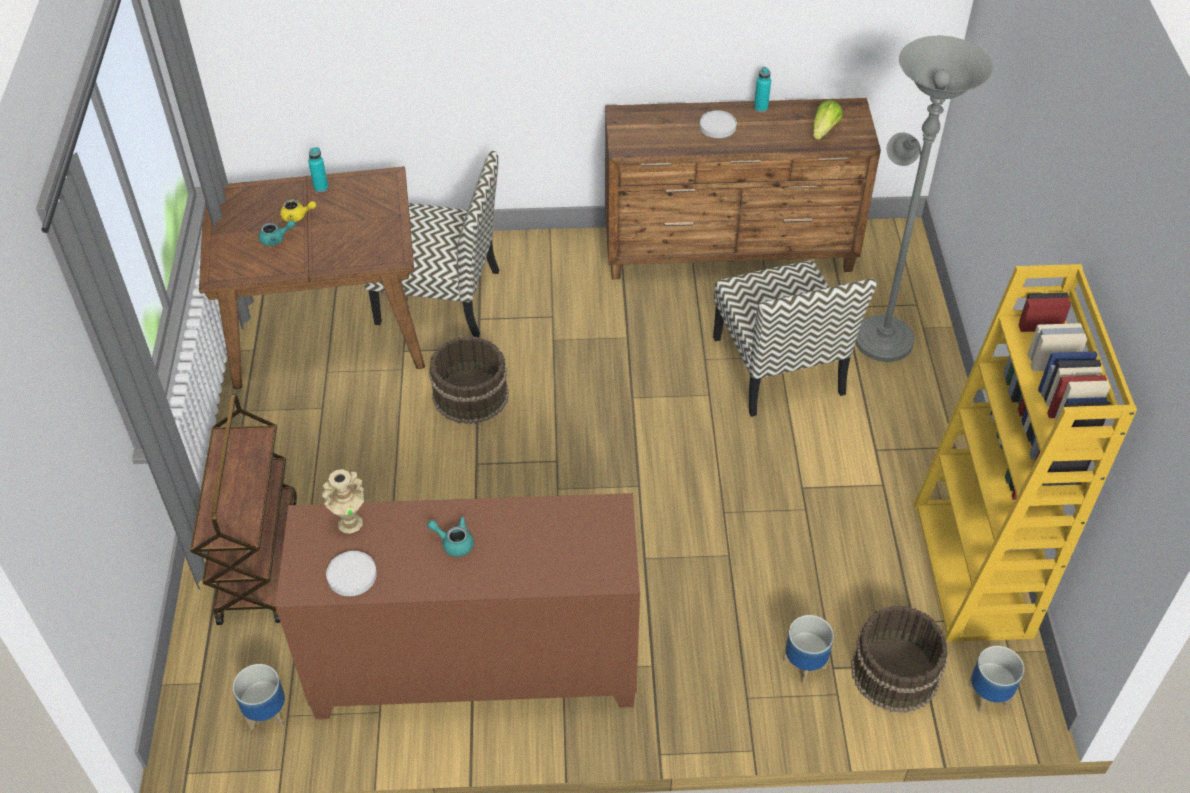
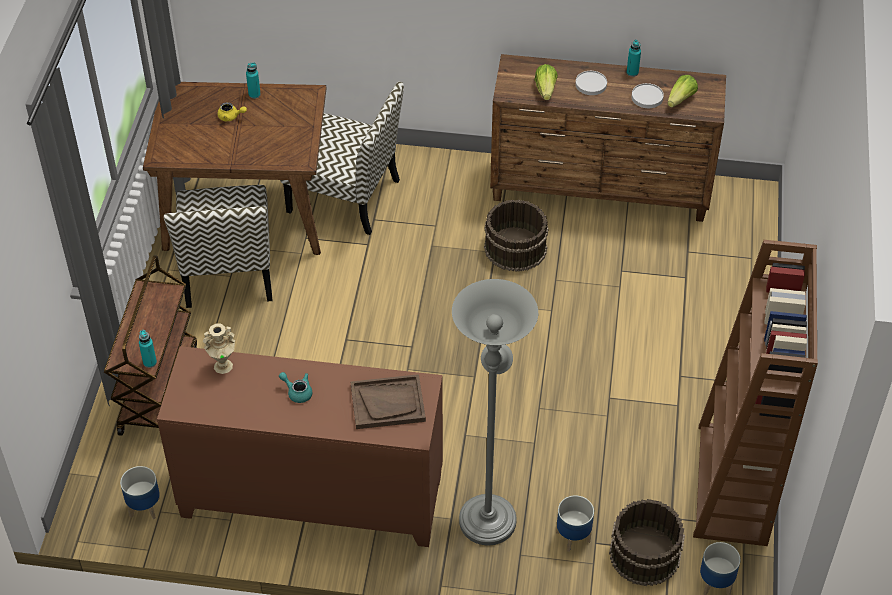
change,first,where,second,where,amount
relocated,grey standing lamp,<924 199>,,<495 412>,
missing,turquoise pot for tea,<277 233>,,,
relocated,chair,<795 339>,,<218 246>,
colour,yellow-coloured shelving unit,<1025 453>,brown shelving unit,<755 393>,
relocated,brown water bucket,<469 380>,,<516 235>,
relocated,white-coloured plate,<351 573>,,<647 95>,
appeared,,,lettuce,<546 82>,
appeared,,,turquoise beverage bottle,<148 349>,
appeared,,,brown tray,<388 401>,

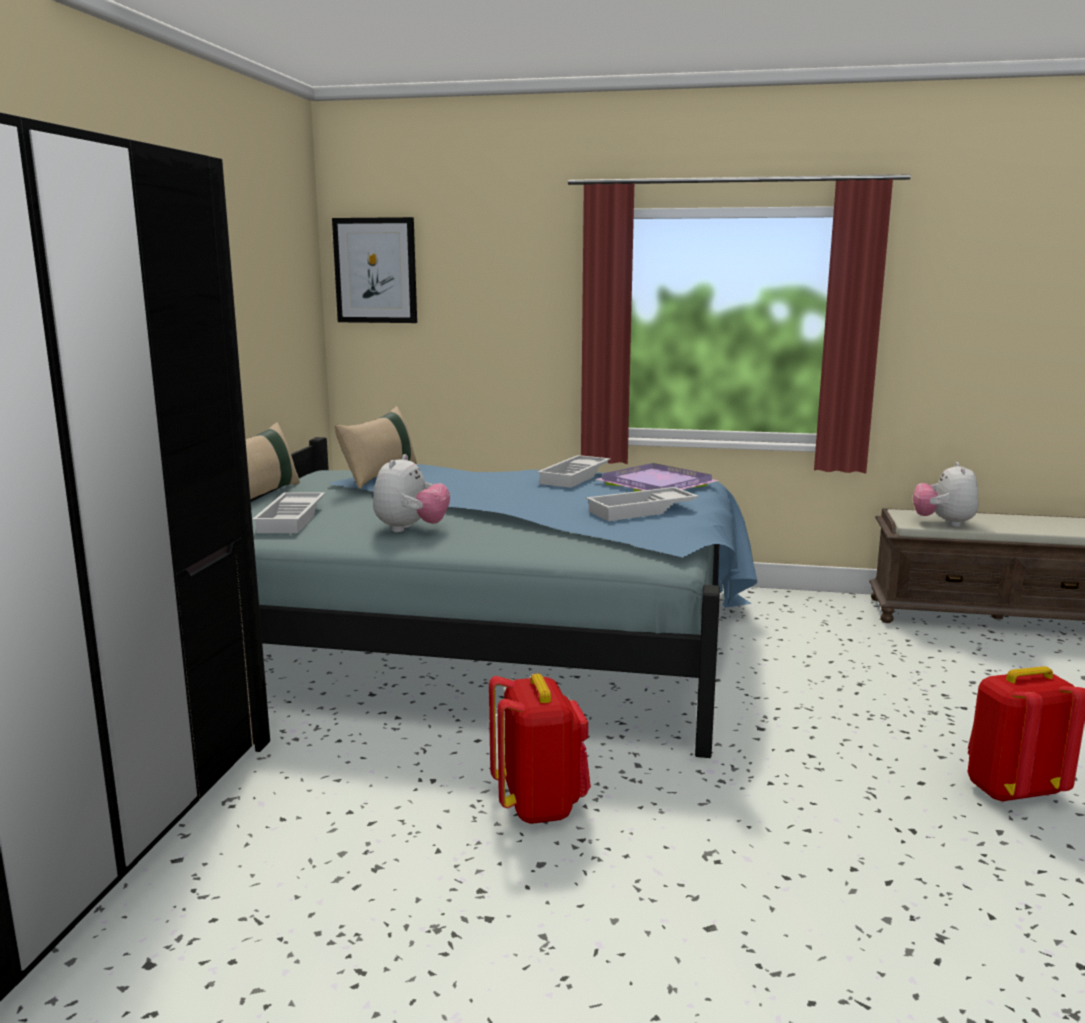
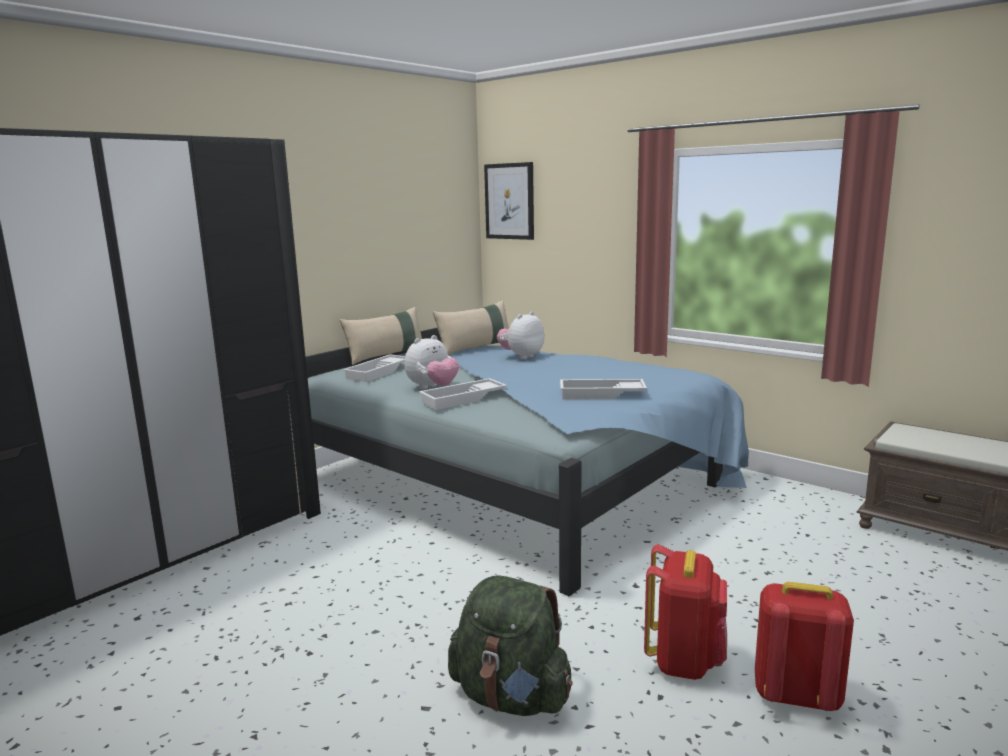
change,first,where,second,where,amount
relocated,white-coloured tray,<574 471>,,<463 394>,
relocated,cuddly toy,<946 494>,,<520 335>,
missing,purplish tray,<657 477>,,,
relocated,red rucksack,<540 749>,,<685 612>,
appeared,,,green-coloured rucksack,<510 645>,

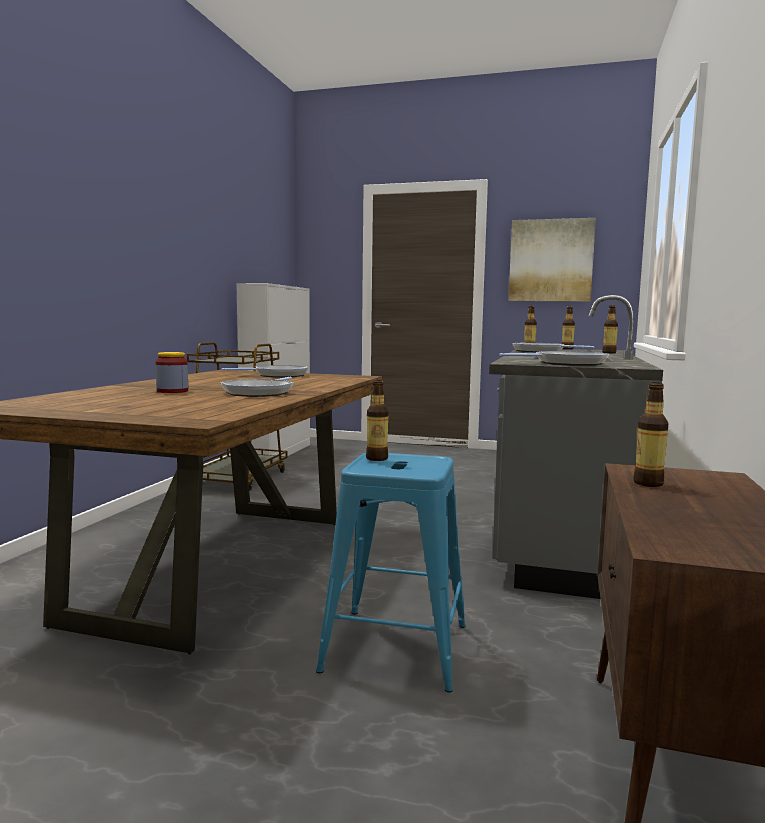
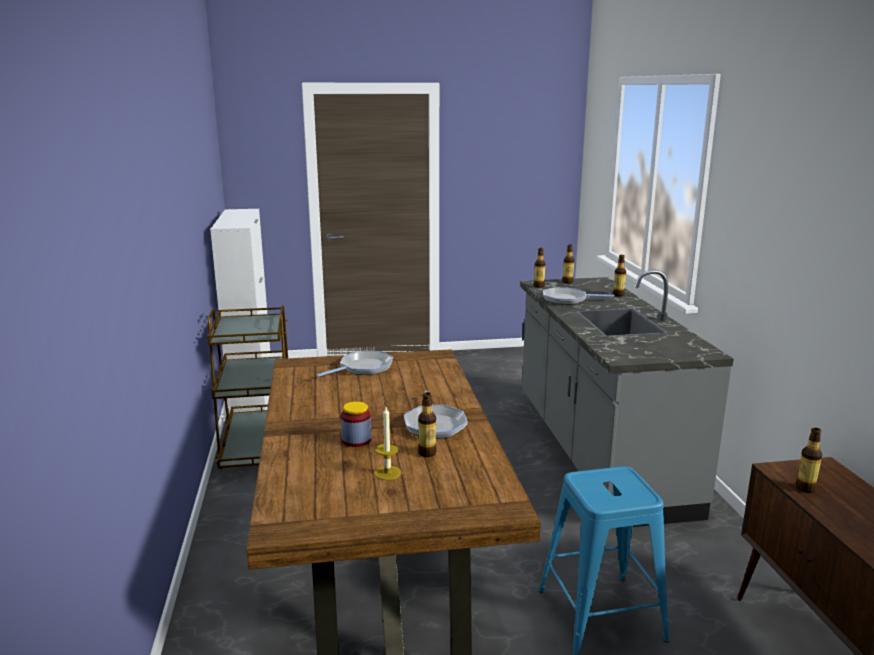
change,first,where,second,where,amount
missing,wall art,<552 259>,,,
missing,pan,<554 358>,,,
relocated,beverage bottle,<377 420>,,<427 424>,
appeared,,,wax candle,<387 443>,

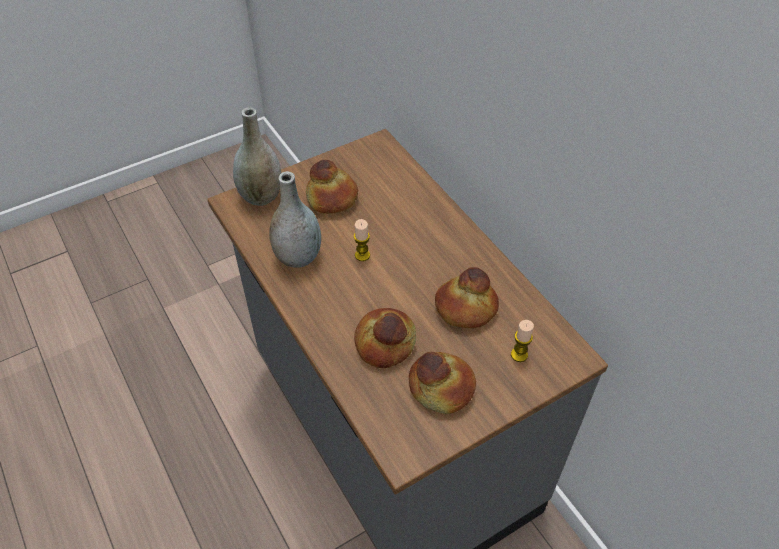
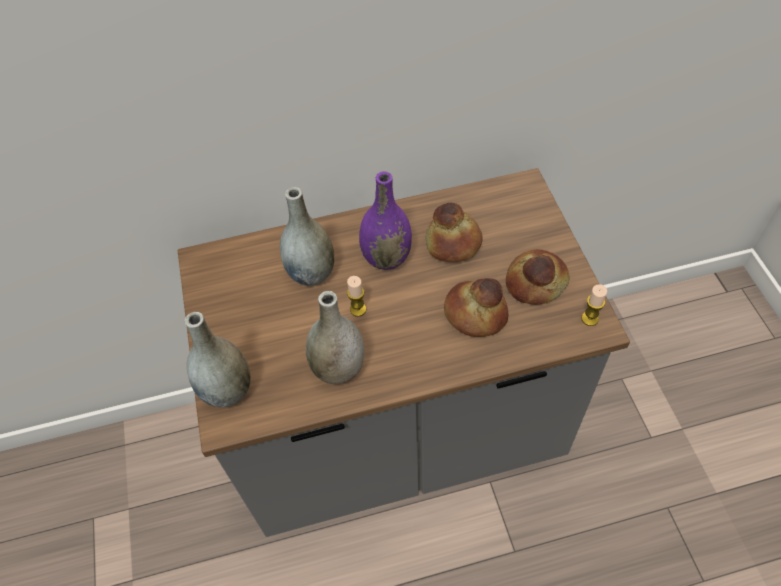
change,first,where,second,where,amount
missing,bread,<332 187>,,,
relocated,wax candle,<522 341>,,<594 305>,
appeared,,,purplish flower vase,<385 220>,
appeared,,,grey flower vase,<307 236>,

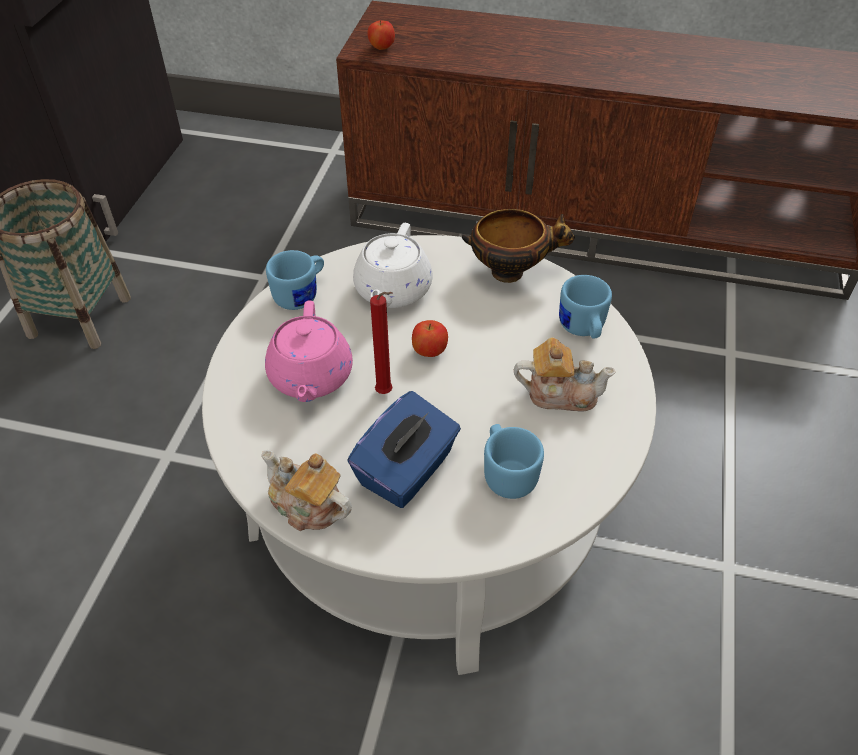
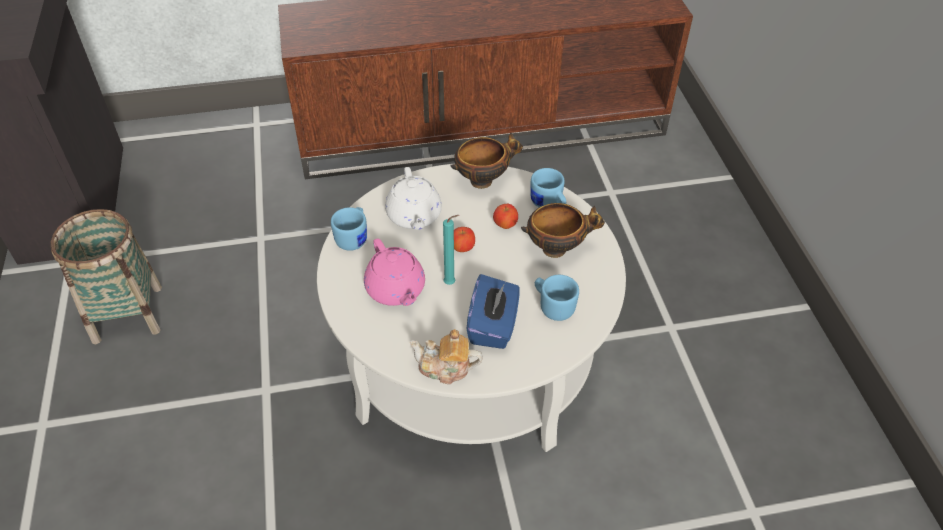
change,first,where,second,where,amount
relocated,apple fruit,<381 35>,,<505 216>,
colour,red wax candle,<381 343>,turquoise wax candle,<451 250>,
exchanged,pot for tea,<565 374>,deep dish,<563 230>,

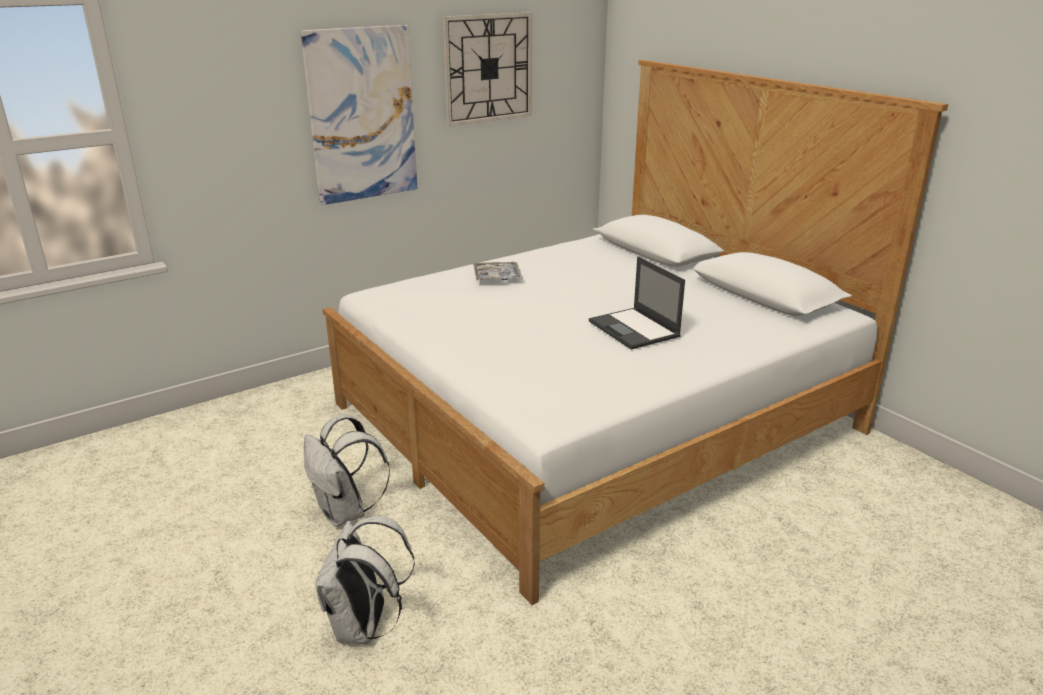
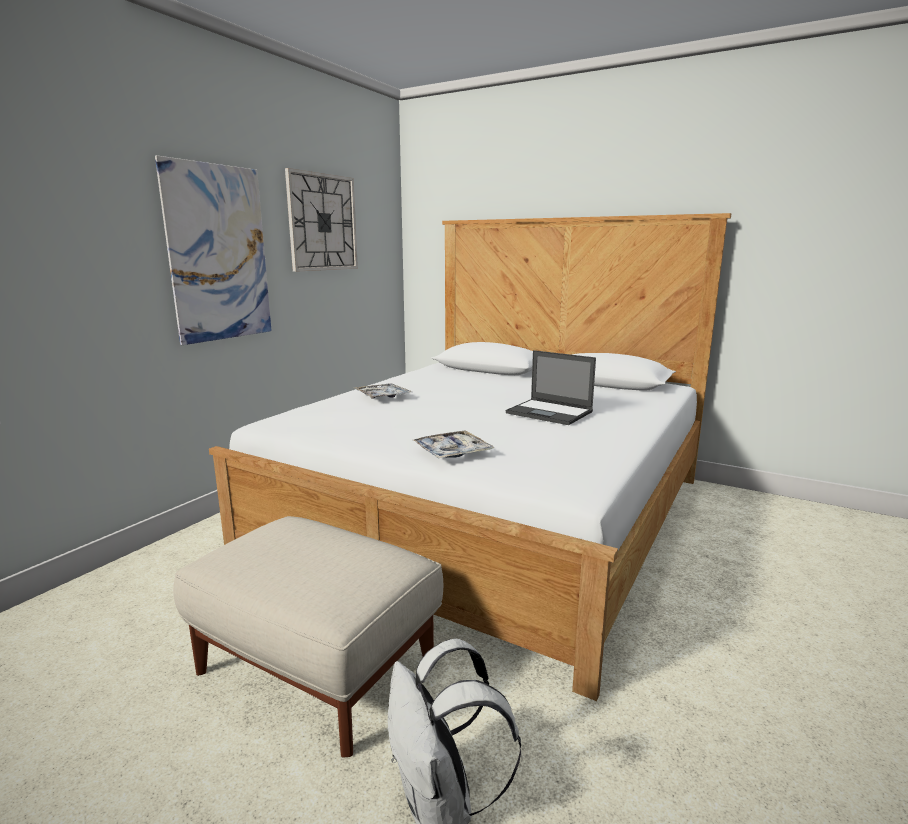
change,first,where,second,where,amount
exchanged,white-coloured rucksack,<347 470>,beige-coloured ottoman,<308 637>,
appeared,,,tray,<454 444>,

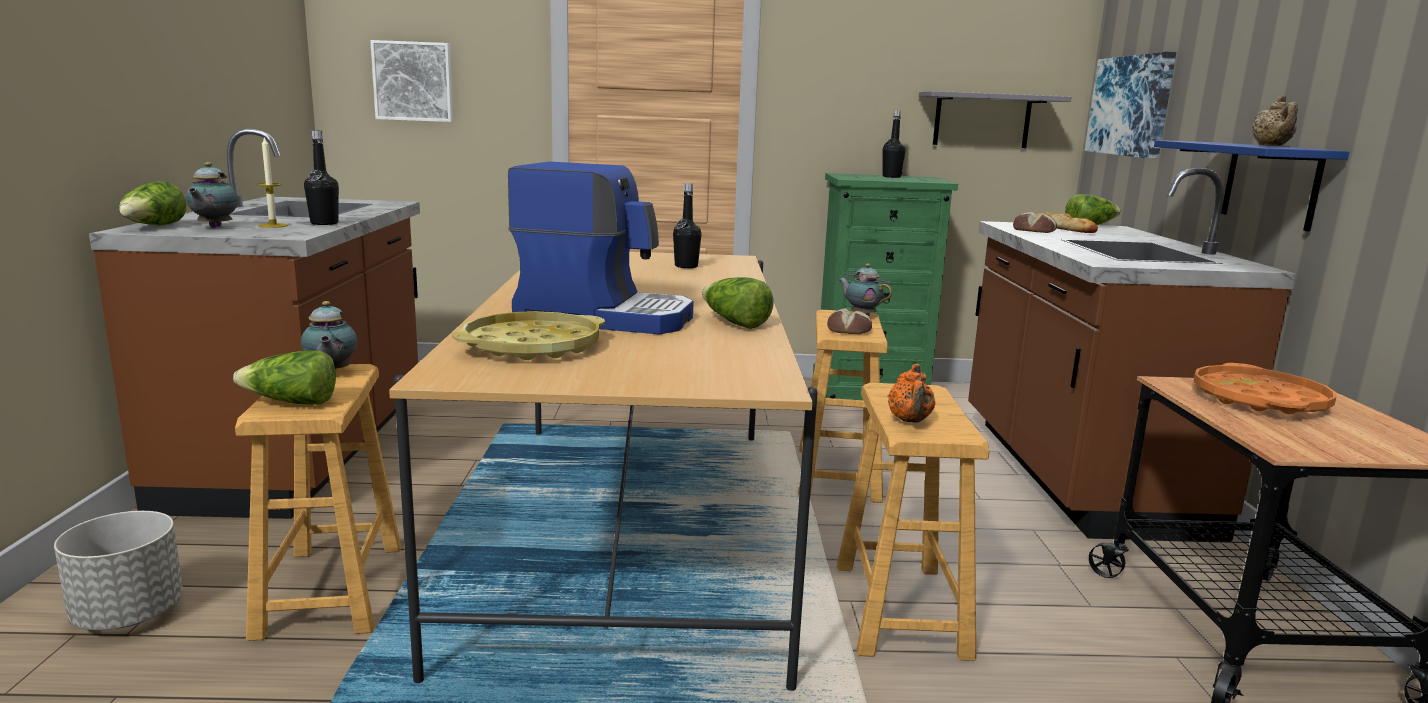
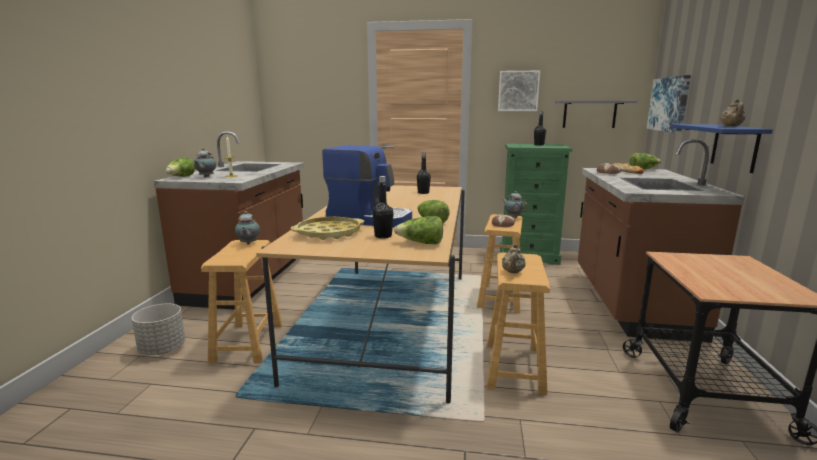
change,first,where,second,where,amount
relocated,wall art,<411 81>,,<519 91>,
relocated,black-coloured beverage bottle,<321 177>,,<383 207>,
relocated,lettuce,<284 378>,,<418 230>,
missing,orangey tray,<1265 388>,,,
colour,orangey pot for tea,<912 393>,beige-coloured pot for tea,<514 259>,

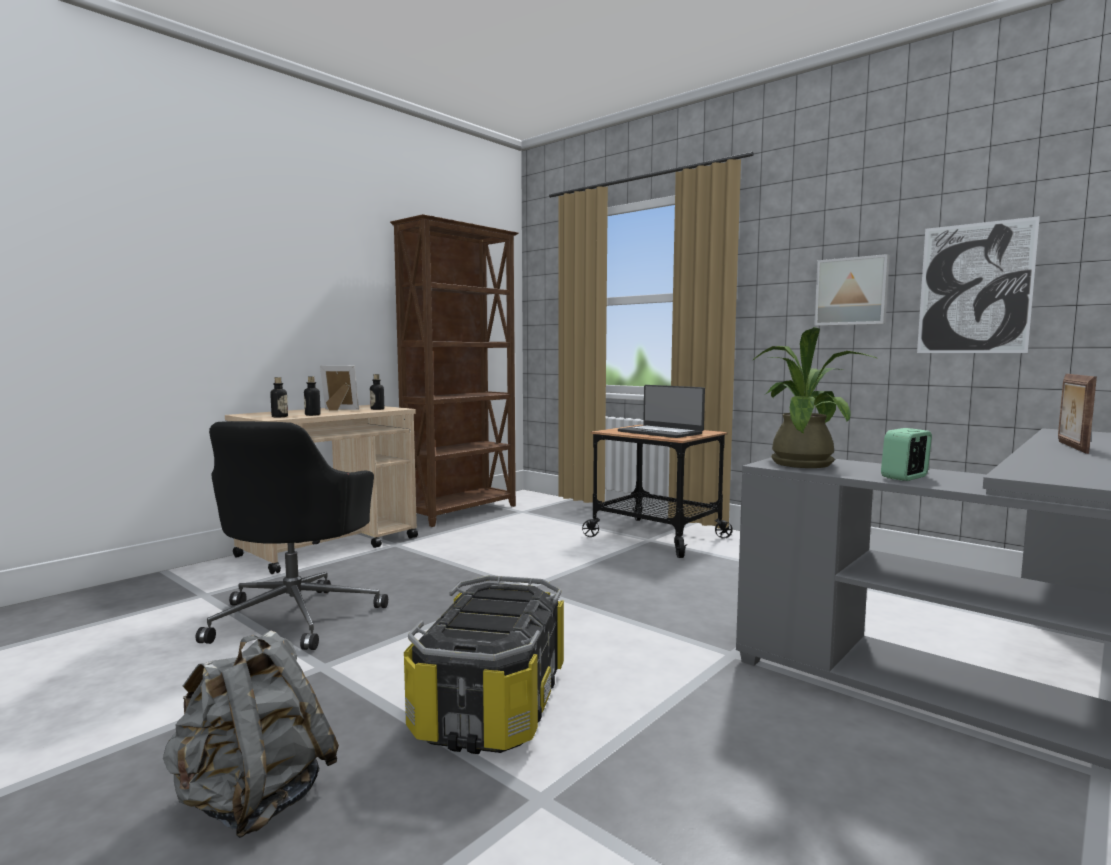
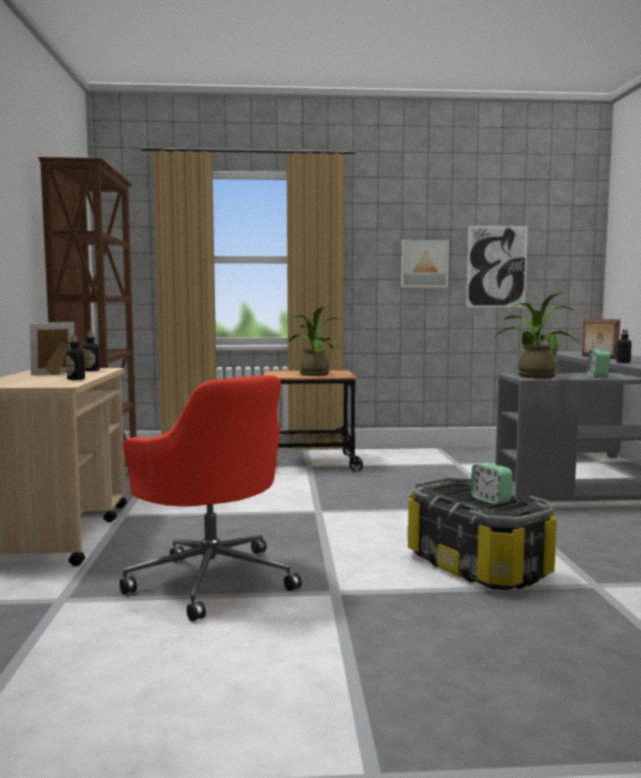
change,first,where,second,where,amount
relocated,beverage bottle,<279 397>,,<624 346>,
exchanged,portable computer,<661 411>,houseplant,<316 341>,
colour,black-coloured office chair,<292 535>,red office chair,<211 498>,
missing,grey rucksack,<251 734>,,,
appeared,,,bedside clock,<491 484>,

